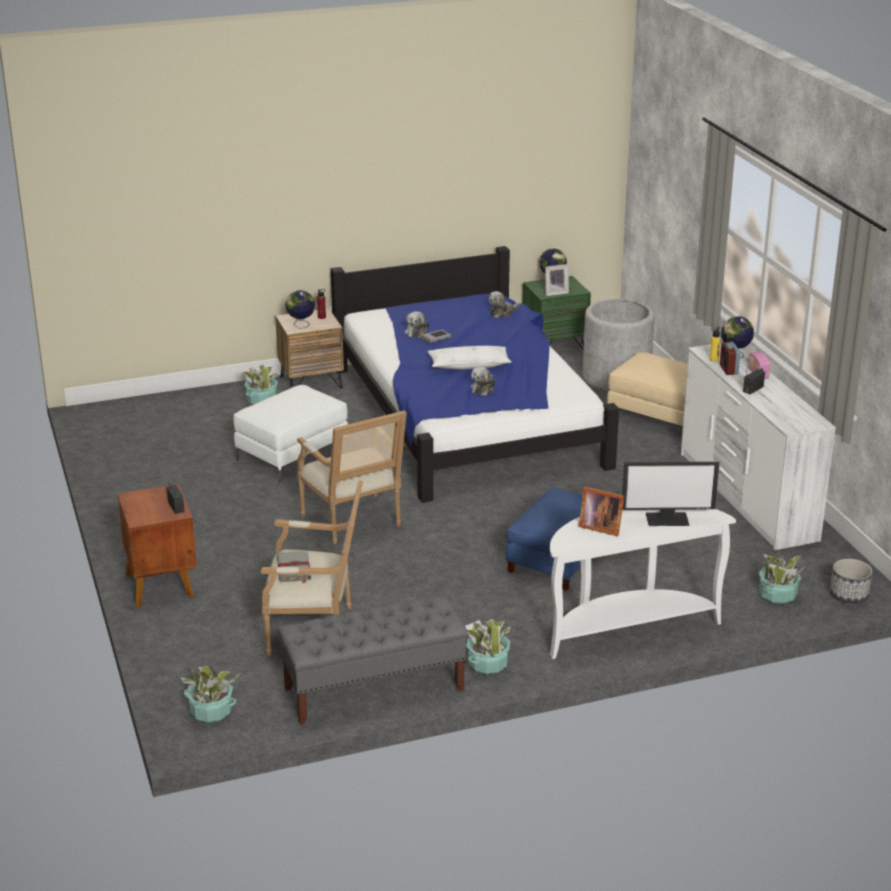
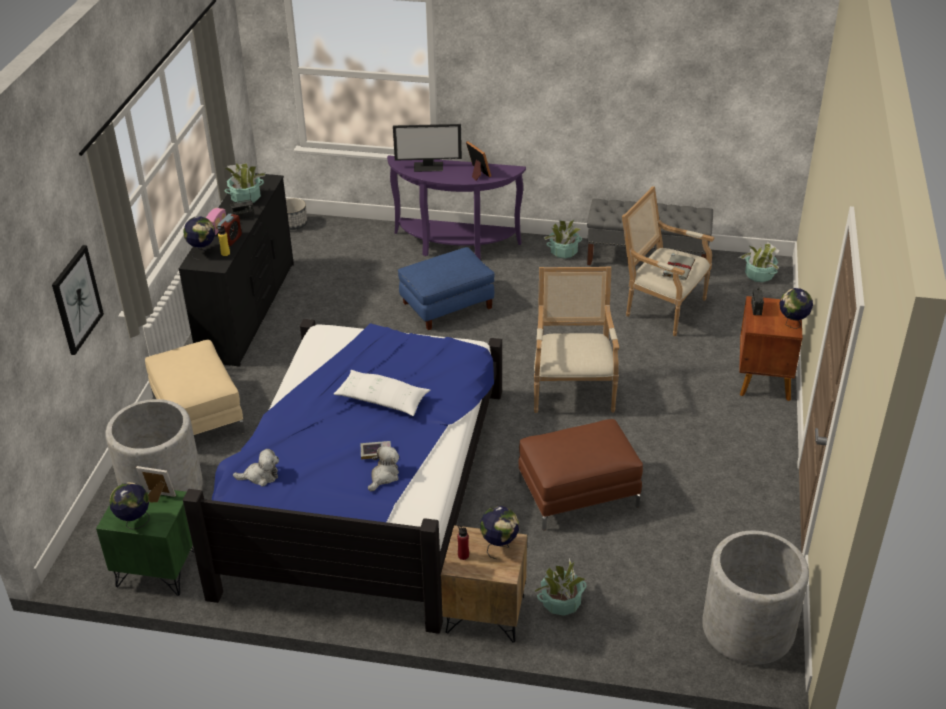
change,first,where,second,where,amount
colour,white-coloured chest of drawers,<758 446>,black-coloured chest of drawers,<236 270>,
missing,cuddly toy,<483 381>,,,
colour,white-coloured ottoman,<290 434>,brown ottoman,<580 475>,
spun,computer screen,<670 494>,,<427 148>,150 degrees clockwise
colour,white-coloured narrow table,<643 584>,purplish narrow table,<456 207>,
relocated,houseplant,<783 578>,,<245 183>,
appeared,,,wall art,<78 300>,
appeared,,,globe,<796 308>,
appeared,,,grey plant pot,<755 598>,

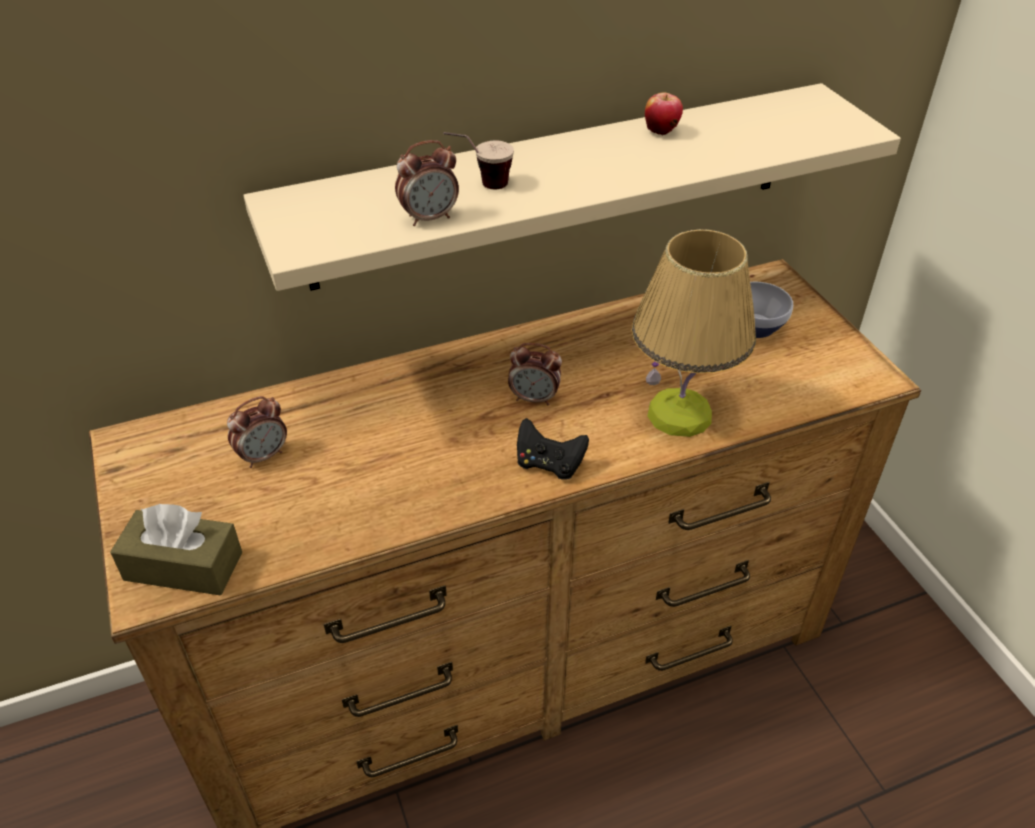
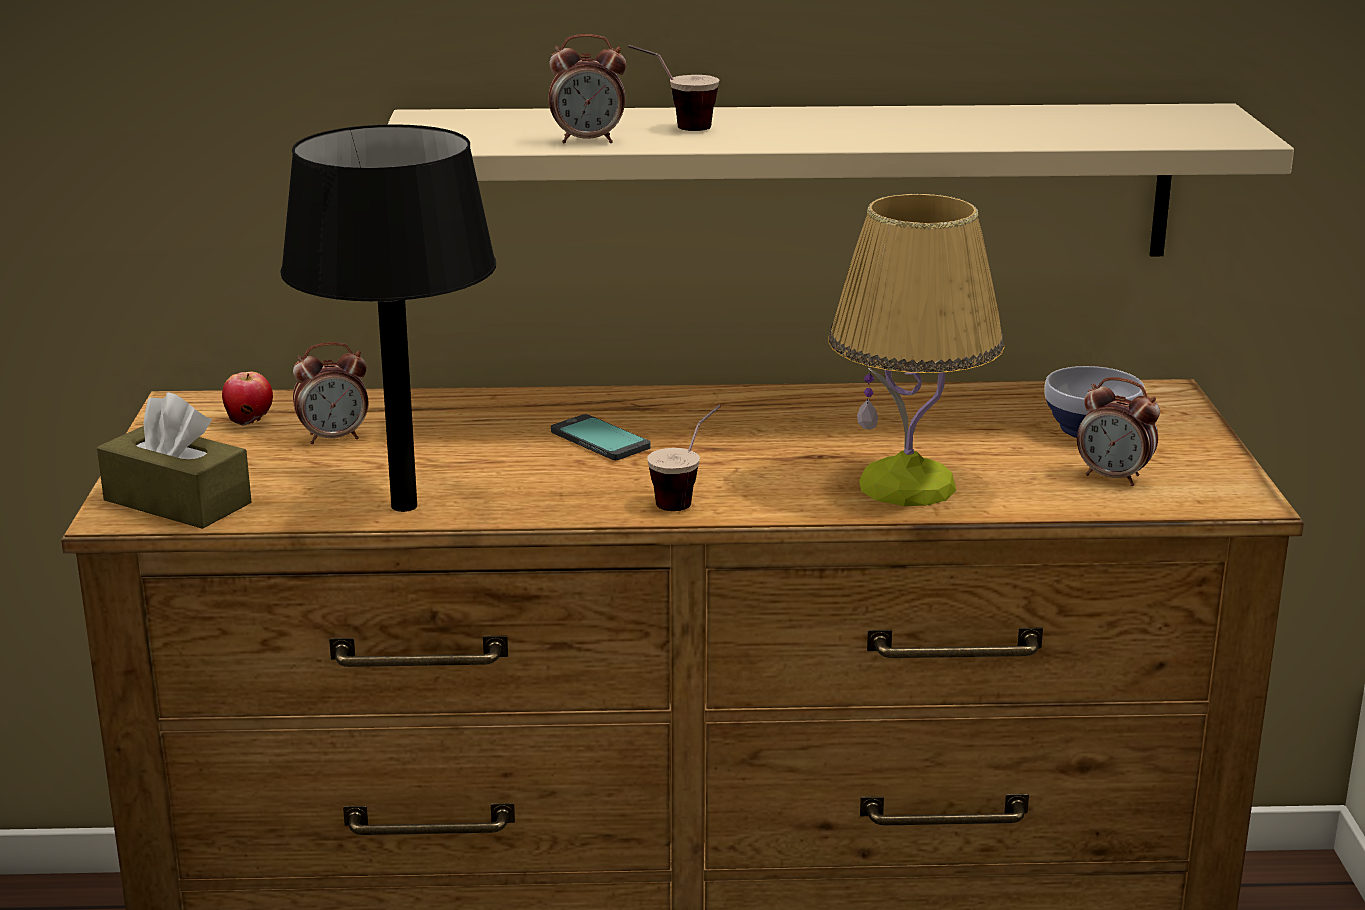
change,first,where,second,where,amount
relocated,apple fruit,<664 113>,,<247 399>,
relocated,bedside clock,<535 374>,,<1118 431>,
exchanged,black-coloured joypad,<553 449>,drinking cup,<684 458>,
appeared,,,black-coloured table lamp,<388 318>,
appeared,,,phone,<600 437>,

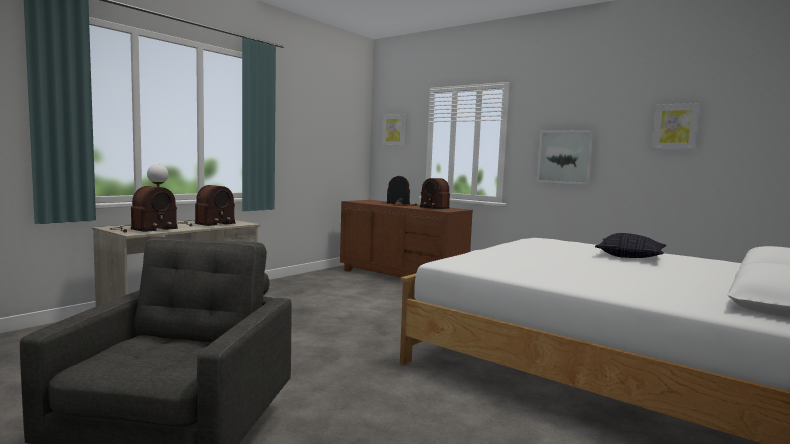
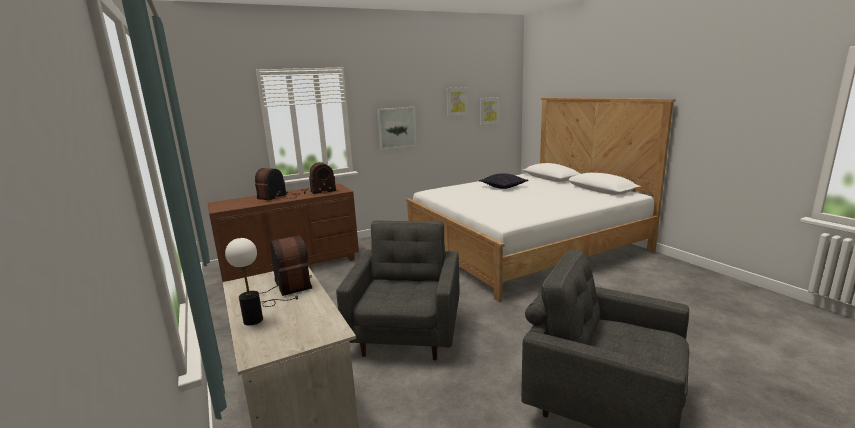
change,first,where,second,where,amount
relocated,wall art,<394 130>,,<490 111>,
missing,radio set,<144 209>,,,
appeared,,,grey easy chair,<398 290>,

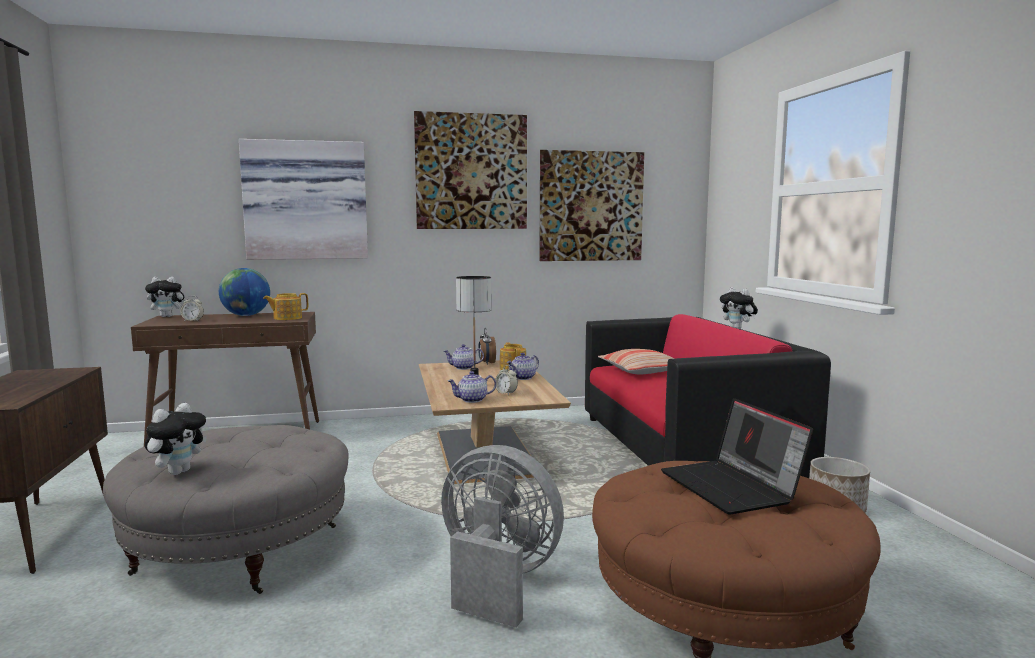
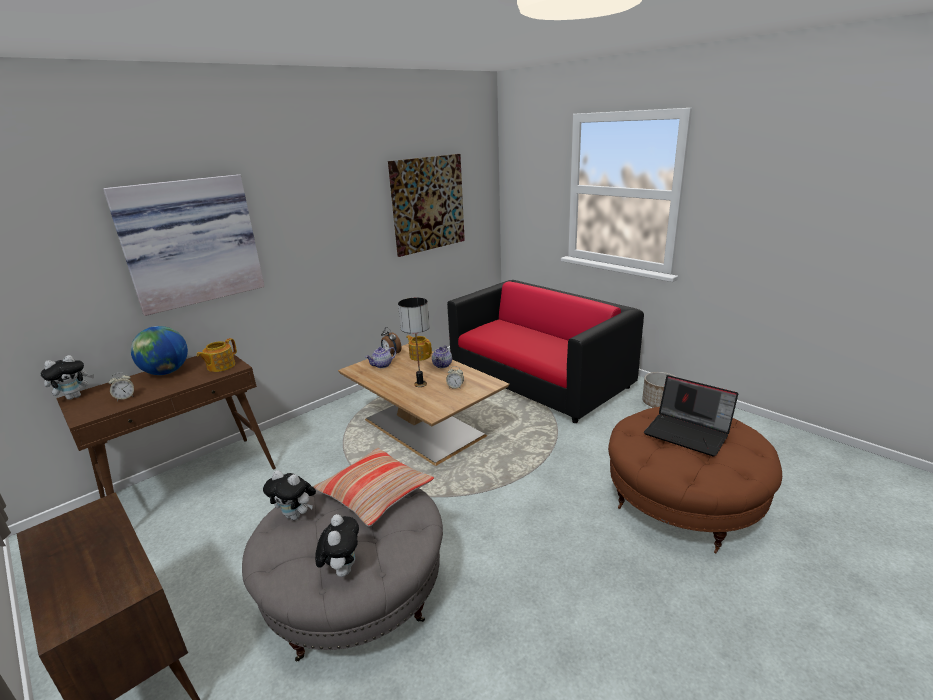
change,first,where,second,where,amount
missing,wall art,<470 170>,,,
relocated,cuddly toy,<739 308>,,<289 495>,
relocated,throw pillow,<636 361>,,<373 487>,
missing,pot for tea,<472 387>,,,
missing,grey fan,<502 536>,,,

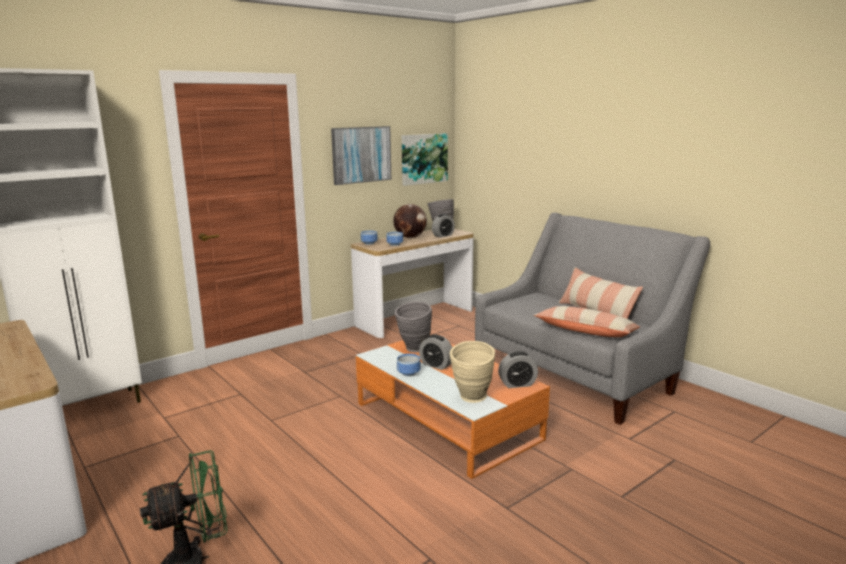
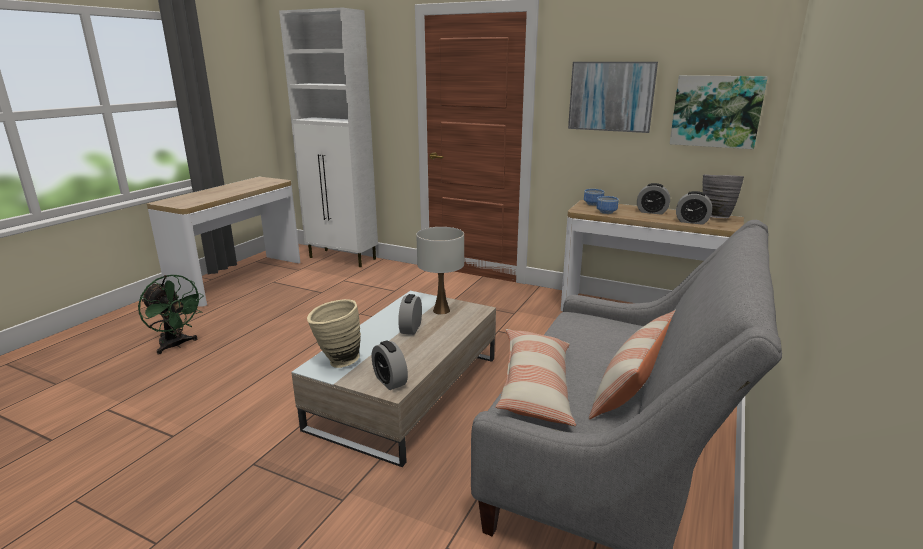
change,first,where,second,where,amount
exchanged,globe,<410 221>,bedside clock,<653 199>,
exchanged,grey flower vase,<413 327>,white-coloured table lamp,<440 271>,
colour,orangey lounge table,<453 406>,beige-coloured lounge table,<393 379>,
missing,deep dish,<409 365>,,,

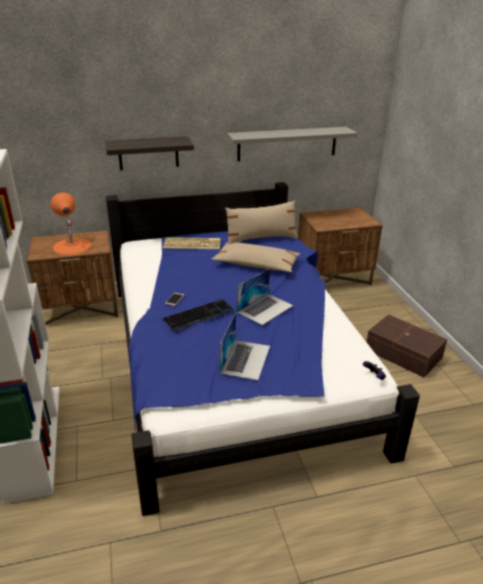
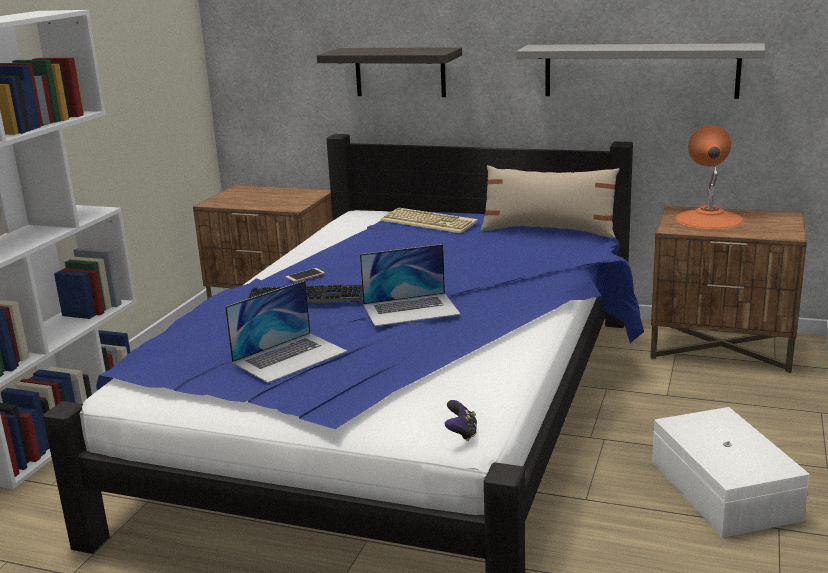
change,first,where,second,where,amount
relocated,orangey table lamp,<70 224>,,<709 177>,
missing,beige-coloured throw pillow,<255 257>,,,
colour,brown storage container,<407 345>,white-coloured storage container,<731 472>,

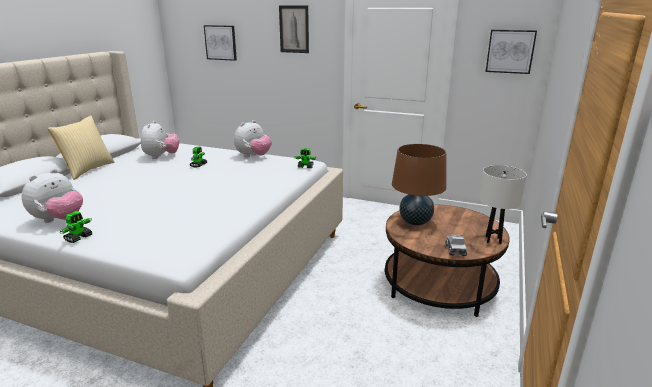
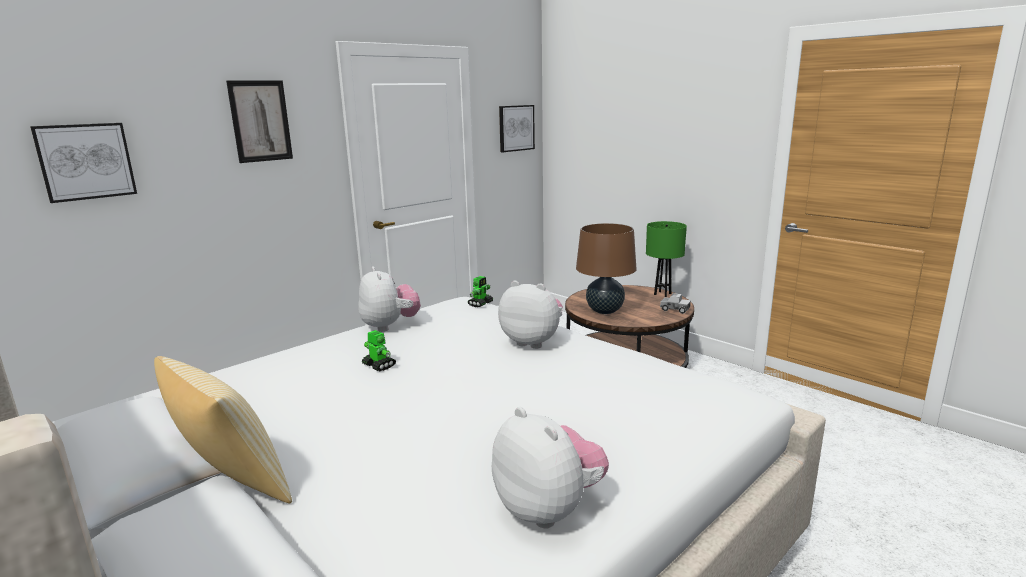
change,first,where,second,where,amount
relocated,cuddly toy,<160 139>,,<530 315>,
colour,white-coloured table lamp,<503 204>,green-coloured table lamp,<666 259>,
missing,model robot,<76 227>,,,

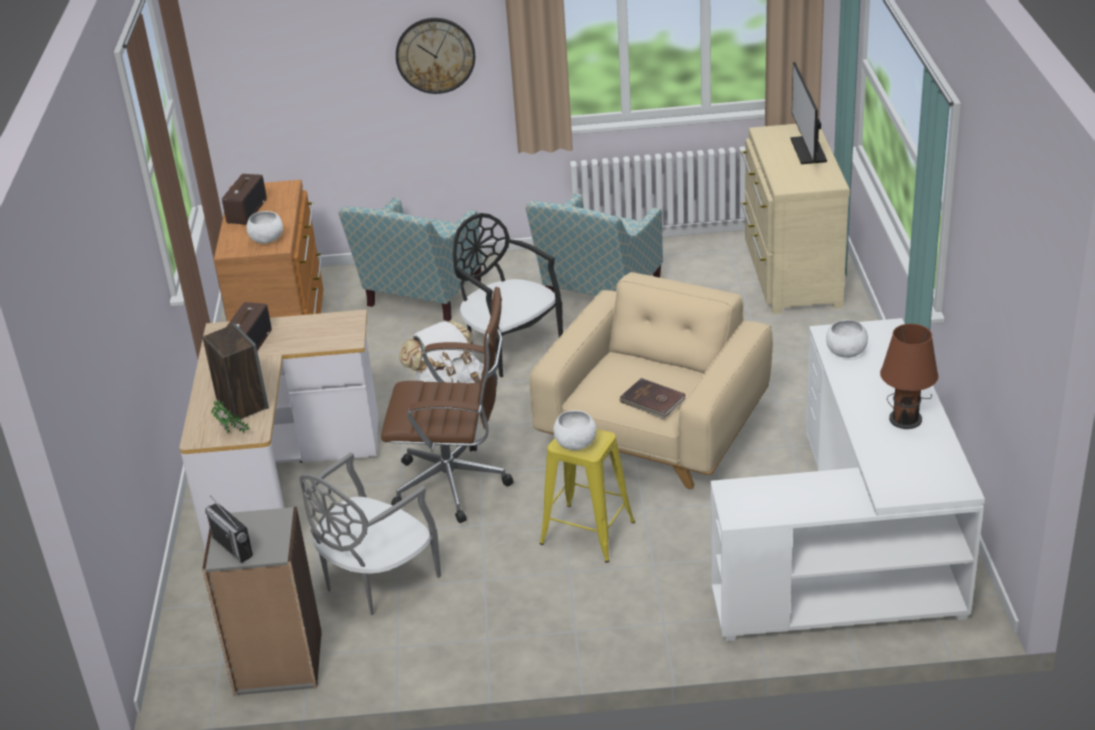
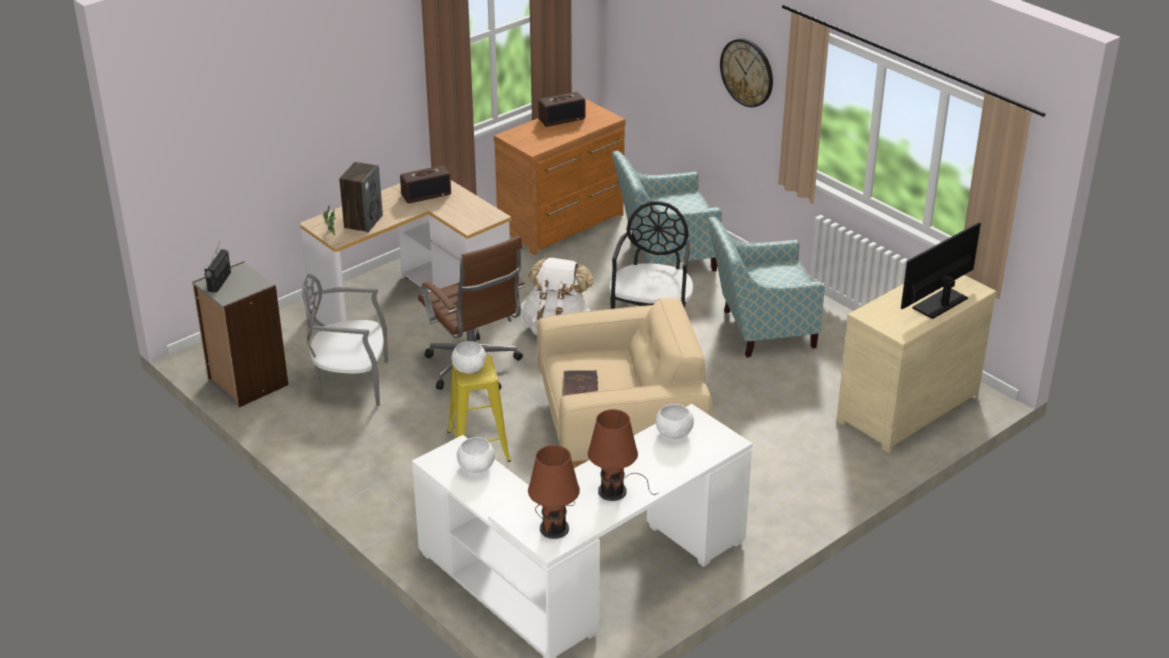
change,first,where,second,where,amount
relocated,white-coloured deep dish,<265 227>,,<476 455>,
appeared,,,brown table lamp,<554 492>,

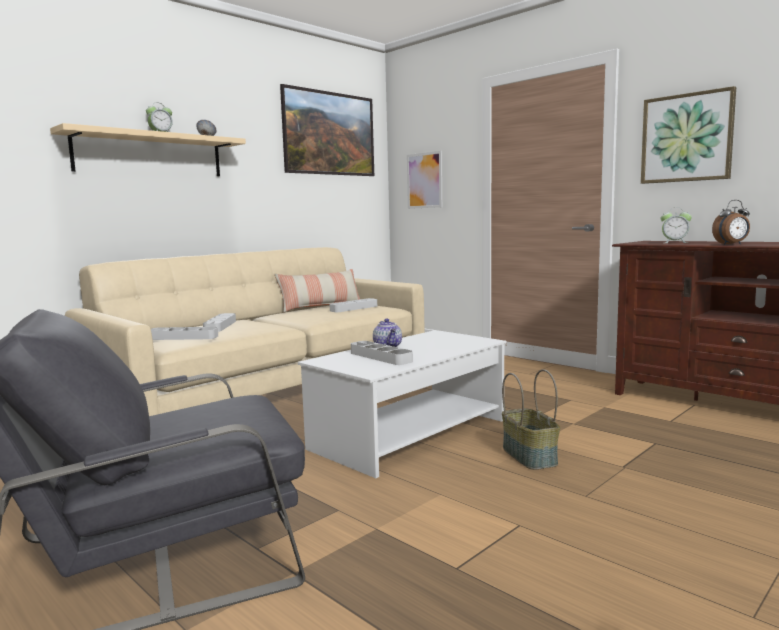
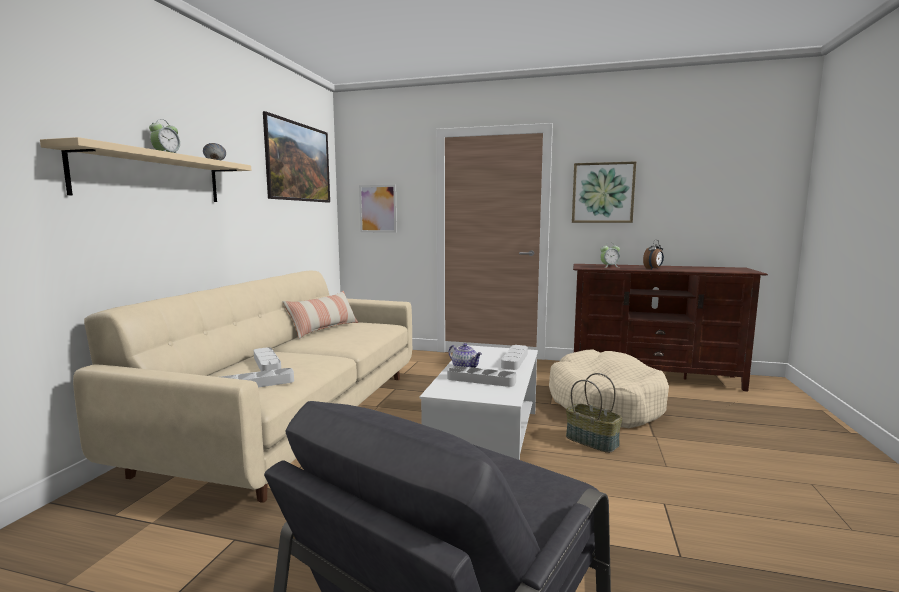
change,first,where,second,where,amount
relocated,grey tray,<353 305>,,<514 357>,
appeared,,,beige-coloured dog cushion,<609 388>,

